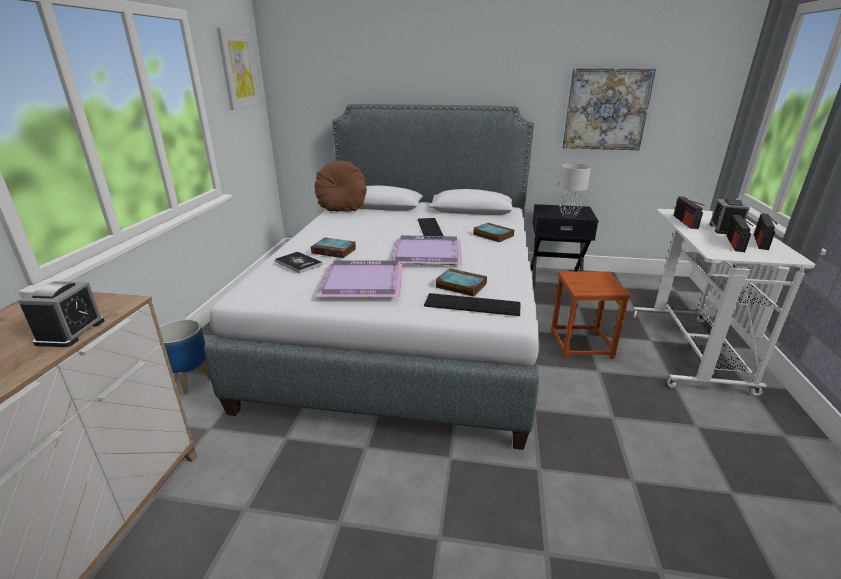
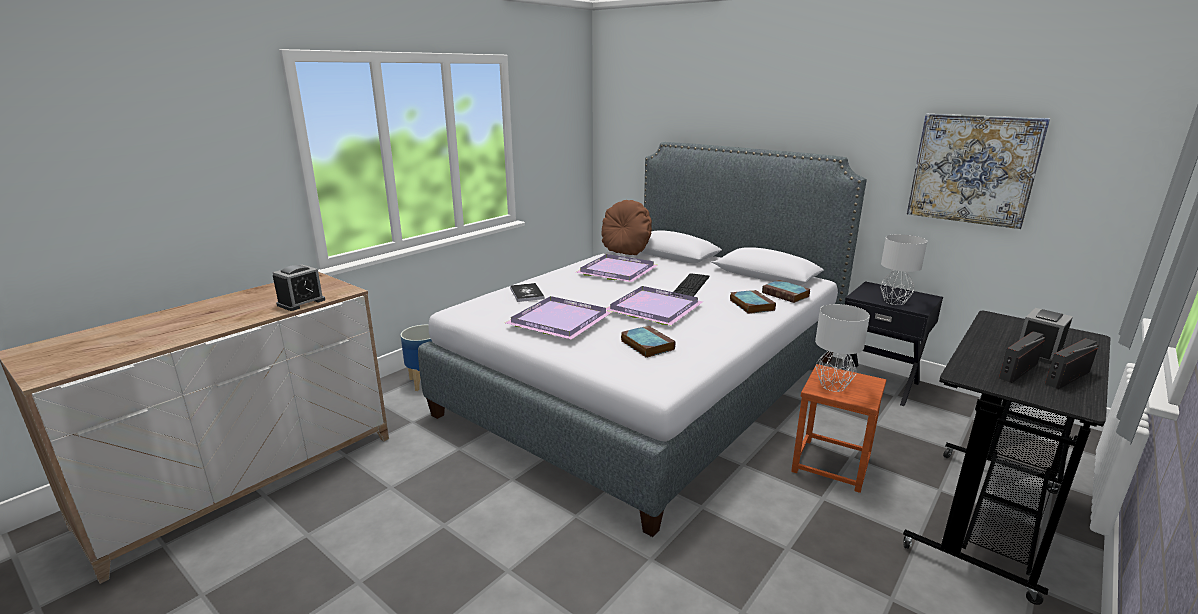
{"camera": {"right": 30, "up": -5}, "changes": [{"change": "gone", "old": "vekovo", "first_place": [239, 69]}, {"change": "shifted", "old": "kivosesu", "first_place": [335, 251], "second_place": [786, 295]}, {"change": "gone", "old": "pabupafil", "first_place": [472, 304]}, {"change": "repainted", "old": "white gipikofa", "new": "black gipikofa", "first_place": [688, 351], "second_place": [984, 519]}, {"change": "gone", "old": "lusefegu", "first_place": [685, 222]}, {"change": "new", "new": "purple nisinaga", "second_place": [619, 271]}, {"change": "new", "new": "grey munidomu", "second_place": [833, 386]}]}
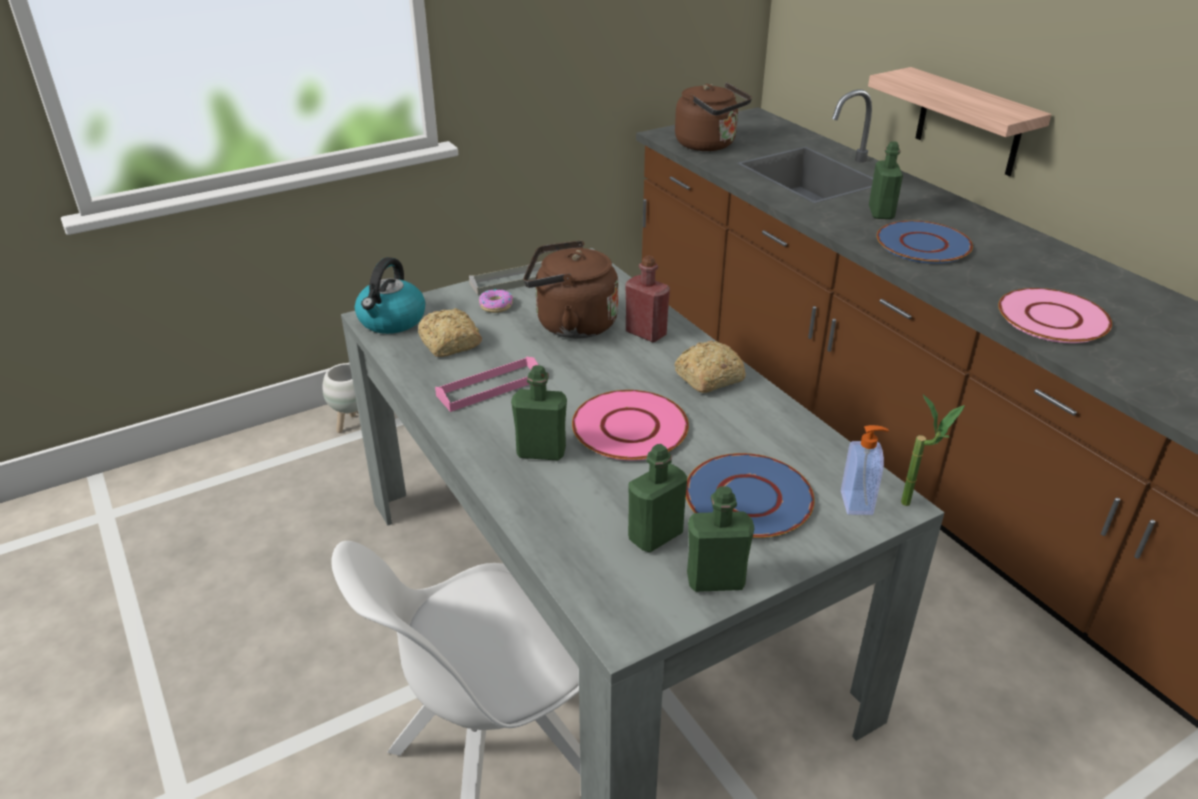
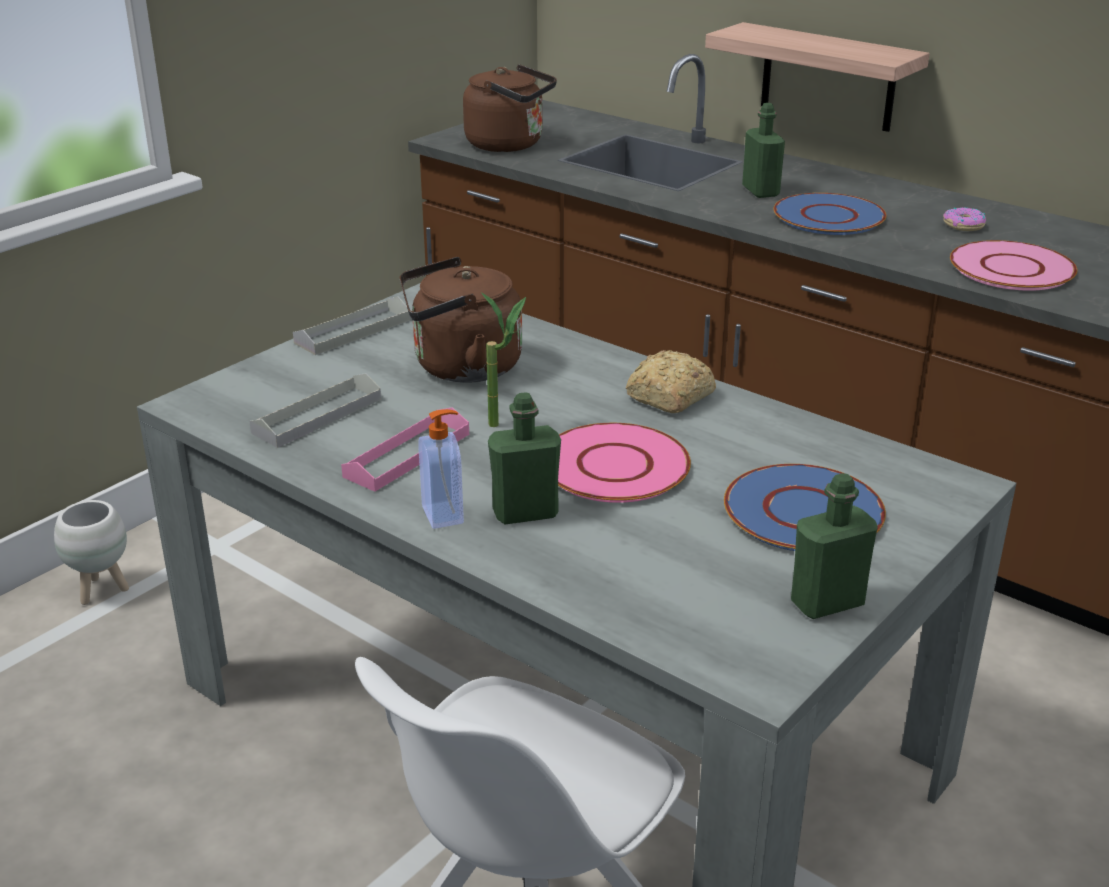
{"camera": {"right": -20, "up": -5}, "changes": [{"change": "gone", "old": "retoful", "first_place": [391, 321]}, {"change": "swapped", "old": "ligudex", "new": "grey nisinaga", "first_place": [449, 344], "second_place": [317, 416]}, {"change": "shifted", "old": "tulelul", "first_place": [495, 306], "second_place": [963, 225]}, {"change": "gone", "old": "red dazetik", "first_place": [646, 333]}, {"change": "gone", "old": "green dazetik", "first_place": [655, 536]}, {"change": "shifted", "old": "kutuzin", "first_place": [858, 503], "second_place": [444, 515]}, {"change": "shifted", "old": "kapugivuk", "first_place": [915, 505], "second_place": [504, 424]}]}
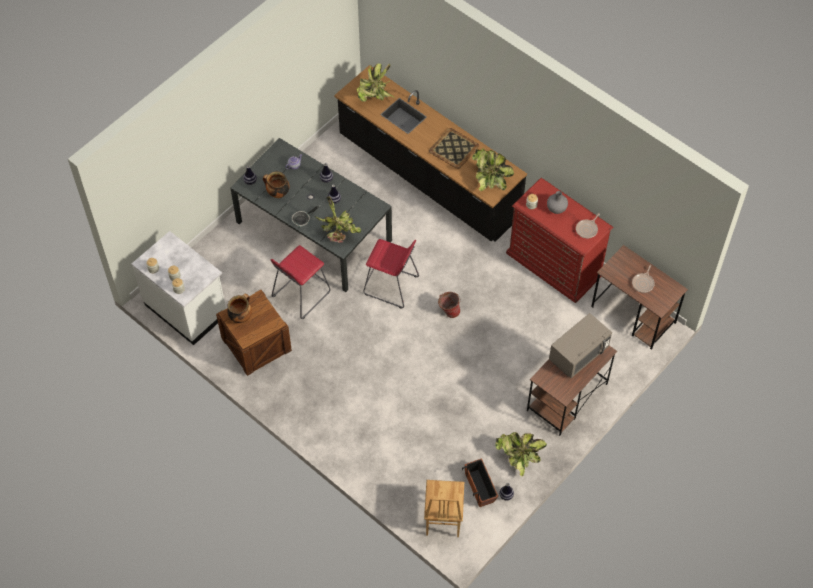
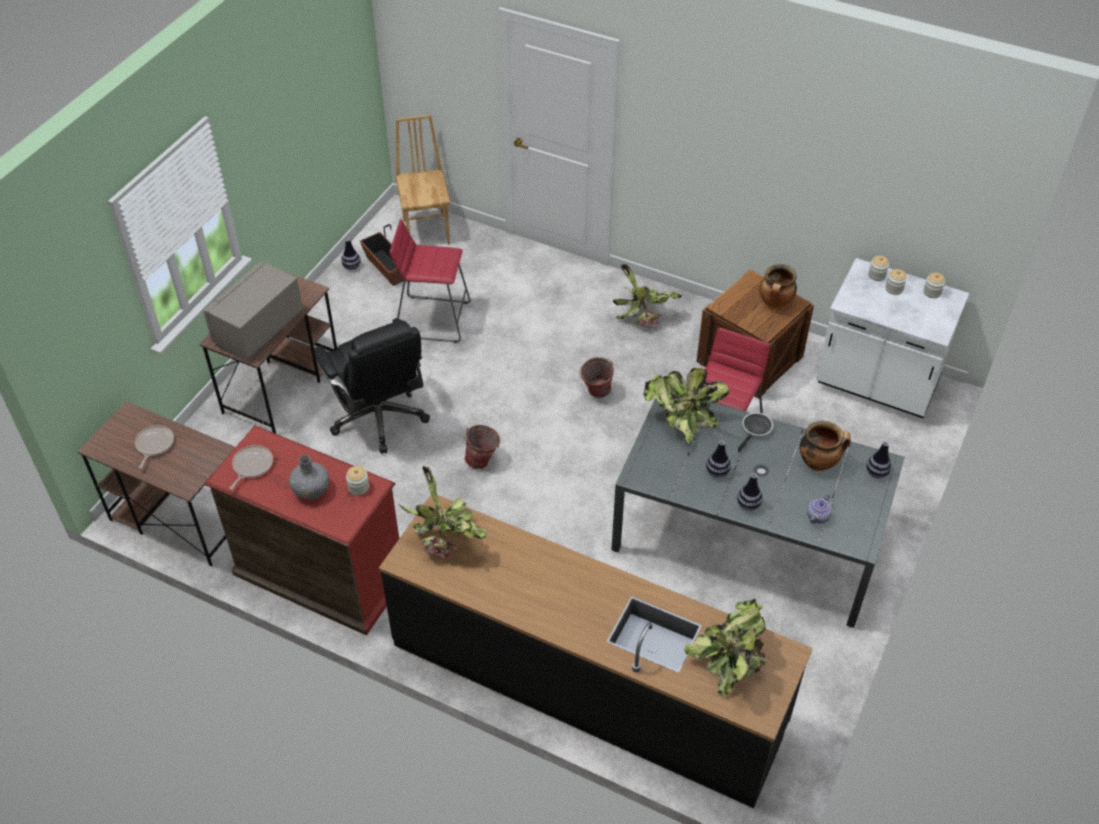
{"camera": {"right": 165, "up": -10}, "changes": [{"change": "shifted", "old": "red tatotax", "first_place": [391, 286], "second_place": [433, 319]}, {"change": "gone", "old": "nisinaga", "first_place": [453, 148]}, {"change": "shifted", "old": "kapugivuk", "first_place": [518, 458], "second_place": [644, 317]}, {"change": "new", "new": "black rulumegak", "second_place": [379, 416]}, {"change": "new", "new": "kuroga", "second_place": [595, 393]}]}
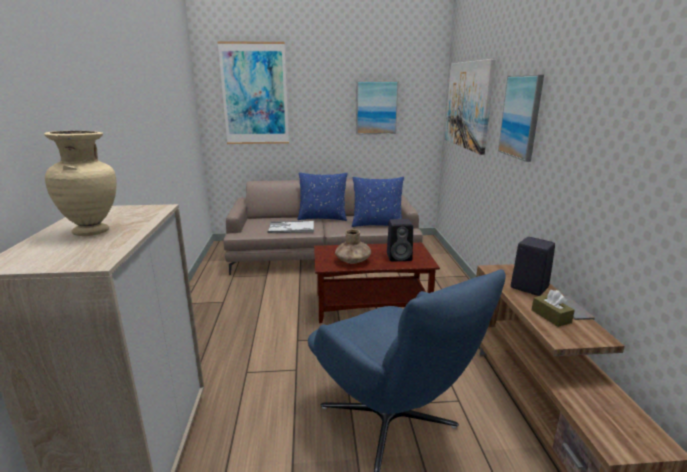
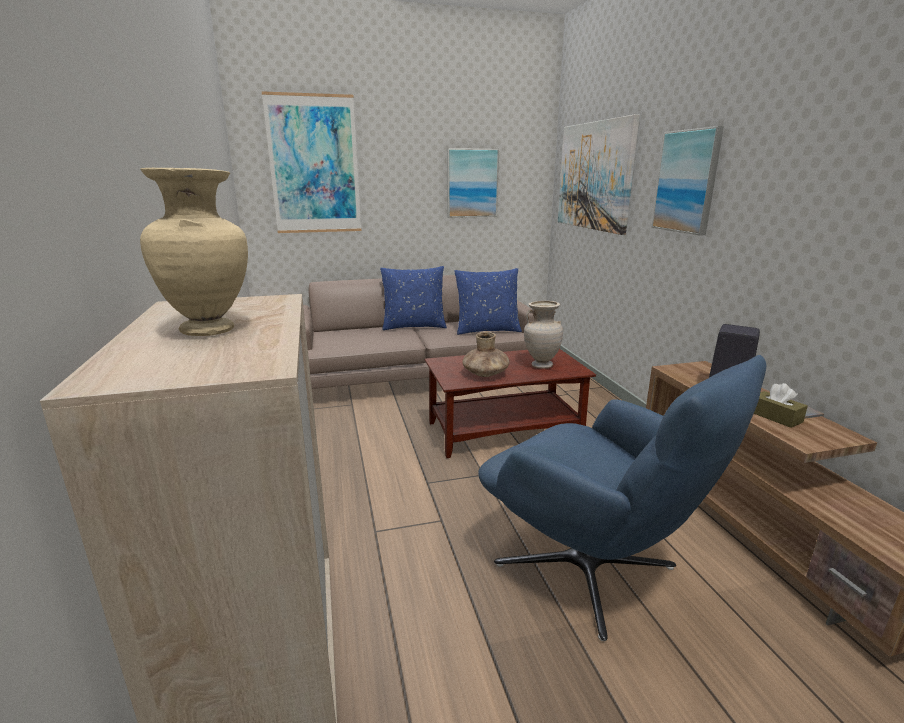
{"camera": {"right": -10, "up": 0}, "changes": [{"change": "gone", "old": "nisinaga", "first_place": [291, 228]}, {"change": "swapped", "old": "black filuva", "new": "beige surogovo", "first_place": [400, 257], "second_place": [541, 365]}]}
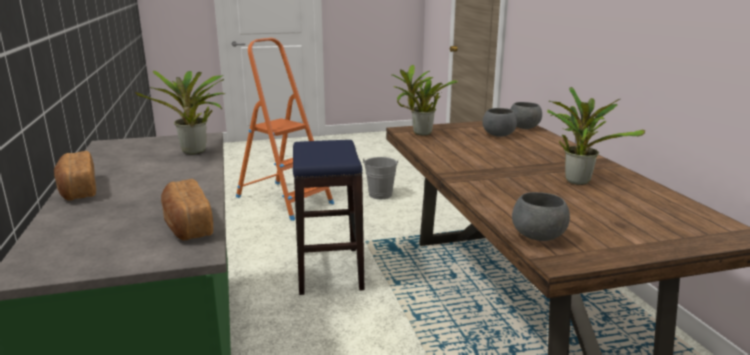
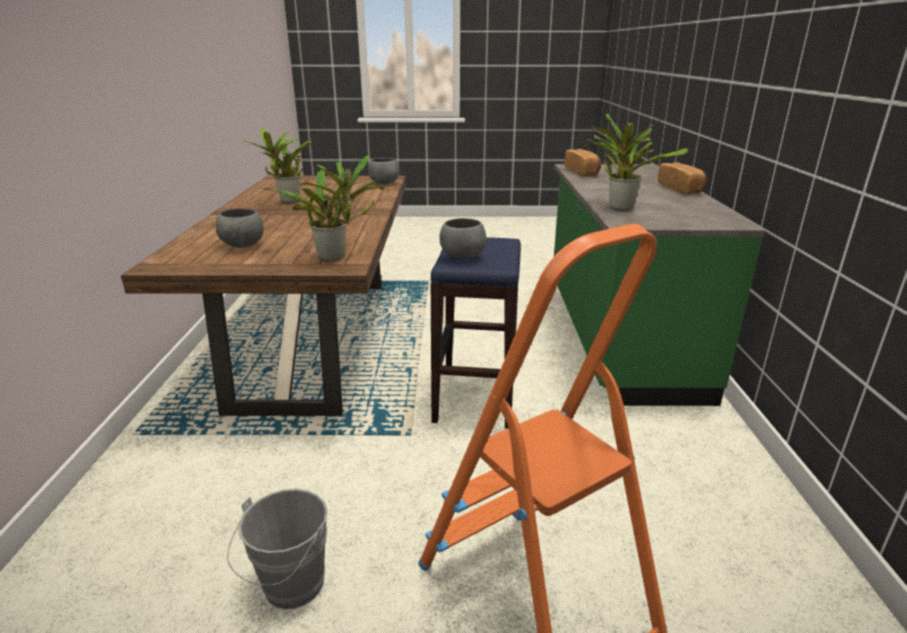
{"camera": {"right": -165, "up": 5}, "changes": [{"change": "shifted", "old": "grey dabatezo", "first_place": [524, 128], "second_place": [463, 257]}]}
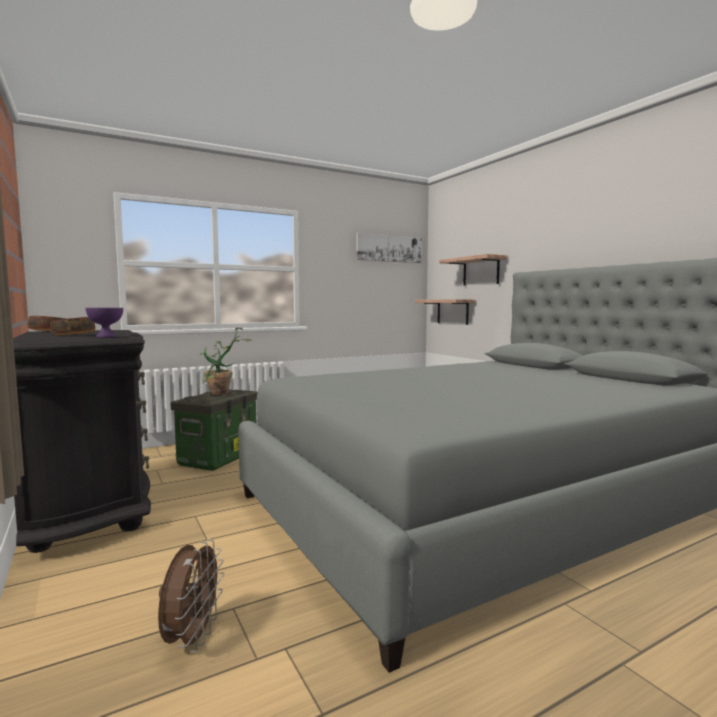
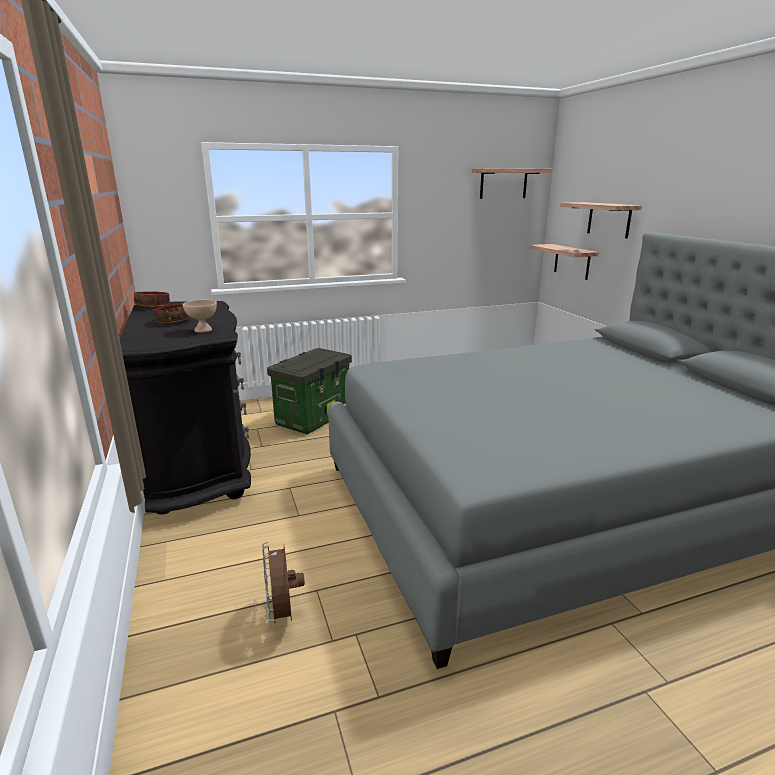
{"camera": {"right": 10, "up": 15}, "changes": [{"change": "repainted", "old": "purple dabatezo", "new": "beige dabatezo", "first_place": [106, 337], "second_place": [203, 330]}, {"change": "rotated", "old": "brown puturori", "first_place": [192, 639], "second_place": [283, 615], "degrees": 150}, {"change": "gone", "old": "kapugivuk", "first_place": [221, 393]}, {"change": "swapped", "old": "vekovo", "new": "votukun", "first_place": [389, 248], "second_place": [503, 183]}]}
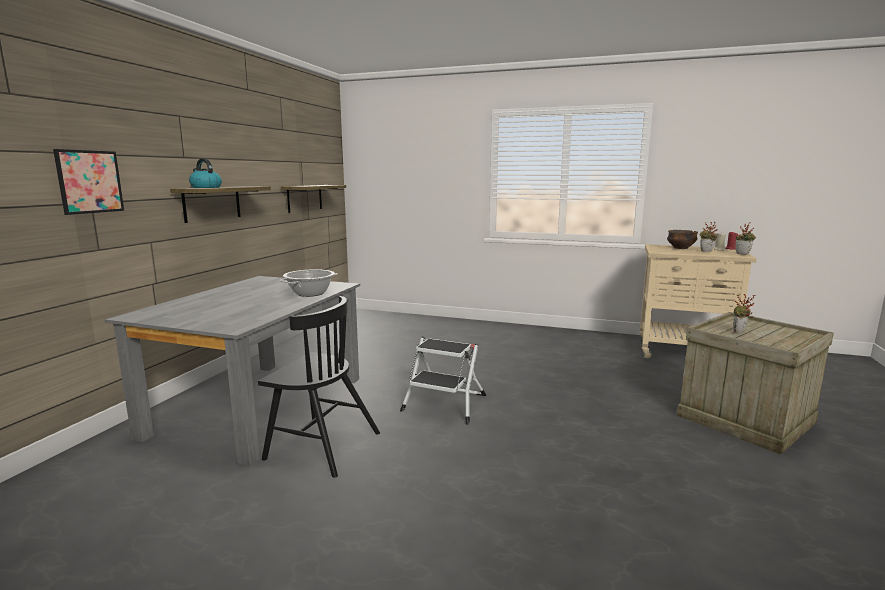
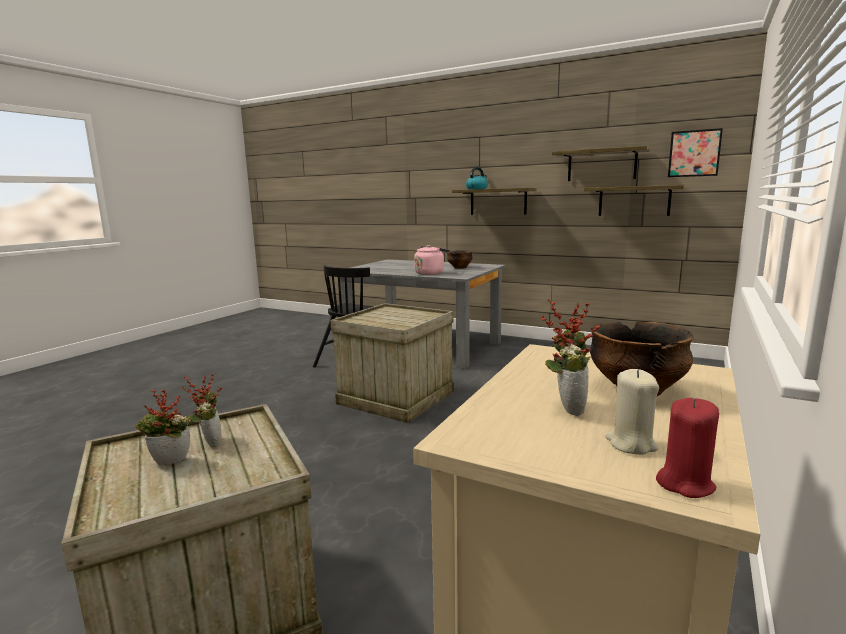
{"camera": {"right": 100, "up": 0}, "changes": [{"change": "shifted", "old": "vekovo", "first_place": [90, 181], "second_place": [694, 153]}, {"change": "swapped", "old": "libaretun", "new": "pink retoful", "first_place": [310, 293], "second_place": [430, 273]}, {"change": "swapped", "old": "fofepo", "new": "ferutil", "first_place": [445, 404], "second_place": [396, 398]}, {"change": "shifted", "old": "kapugivuk", "first_place": [743, 254], "second_place": [169, 463]}, {"change": "new", "new": "dabatezo", "second_place": [460, 268]}, {"change": "new", "new": "votukun", "second_place": [601, 165]}]}
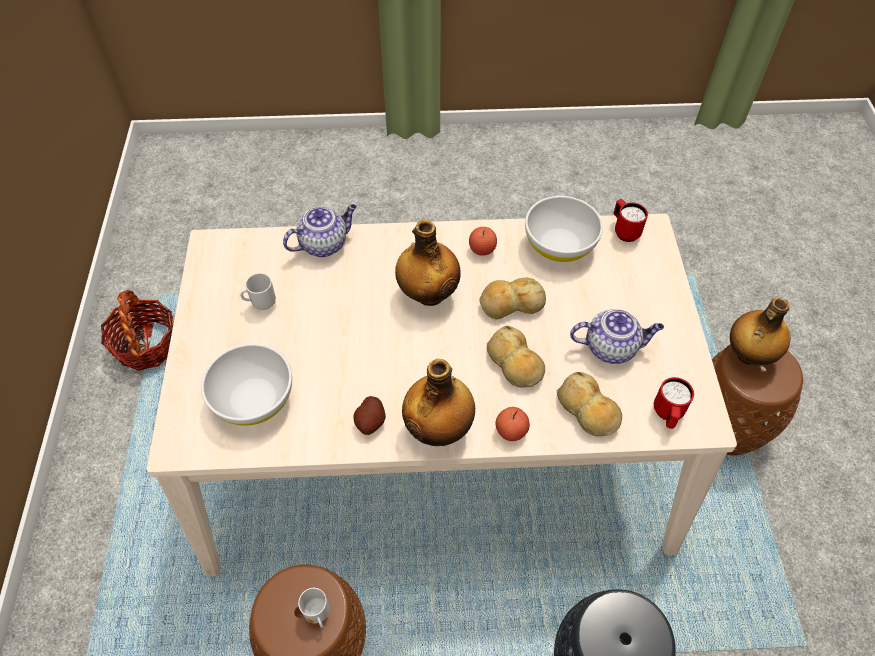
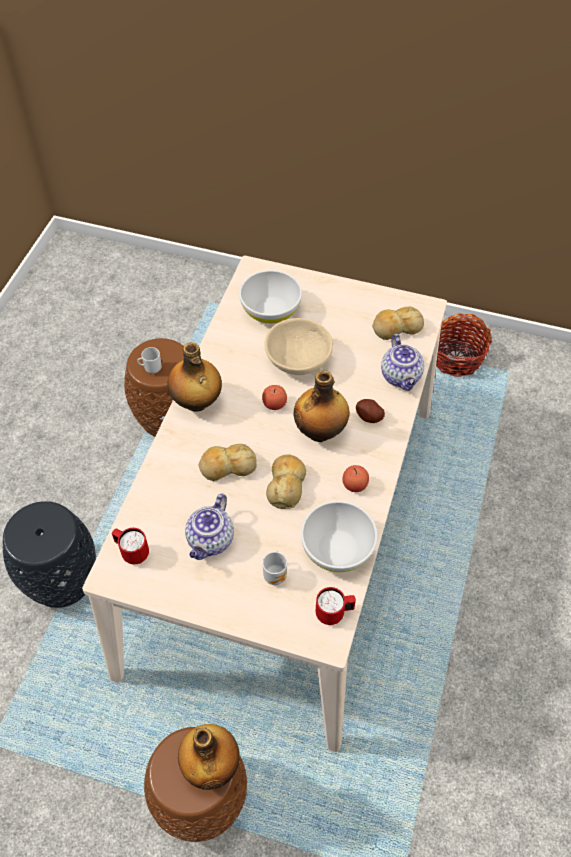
{"camera": {"right": 110, "up": 0}, "changes": [{"change": "shifted", "old": "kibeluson", "first_place": [262, 303], "second_place": [276, 575]}, {"change": "shifted", "old": "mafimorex", "first_place": [370, 421], "second_place": [369, 417]}, {"change": "shifted", "old": "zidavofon", "first_place": [511, 431], "second_place": [274, 404]}, {"change": "shifted", "old": "ligudex", "first_place": [588, 411], "second_place": [396, 328]}, {"change": "new", "new": "beige dabatezo", "second_place": [299, 360]}]}
